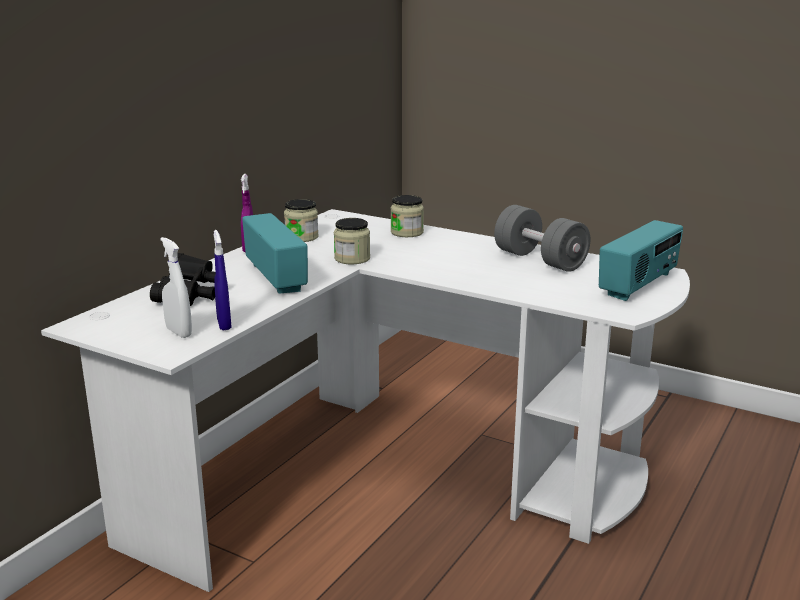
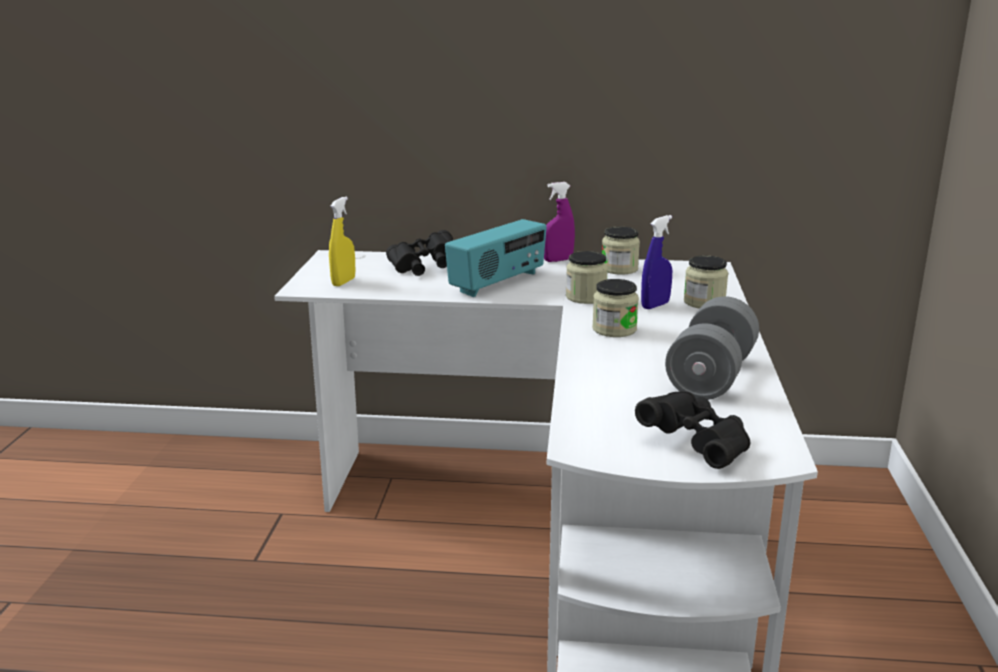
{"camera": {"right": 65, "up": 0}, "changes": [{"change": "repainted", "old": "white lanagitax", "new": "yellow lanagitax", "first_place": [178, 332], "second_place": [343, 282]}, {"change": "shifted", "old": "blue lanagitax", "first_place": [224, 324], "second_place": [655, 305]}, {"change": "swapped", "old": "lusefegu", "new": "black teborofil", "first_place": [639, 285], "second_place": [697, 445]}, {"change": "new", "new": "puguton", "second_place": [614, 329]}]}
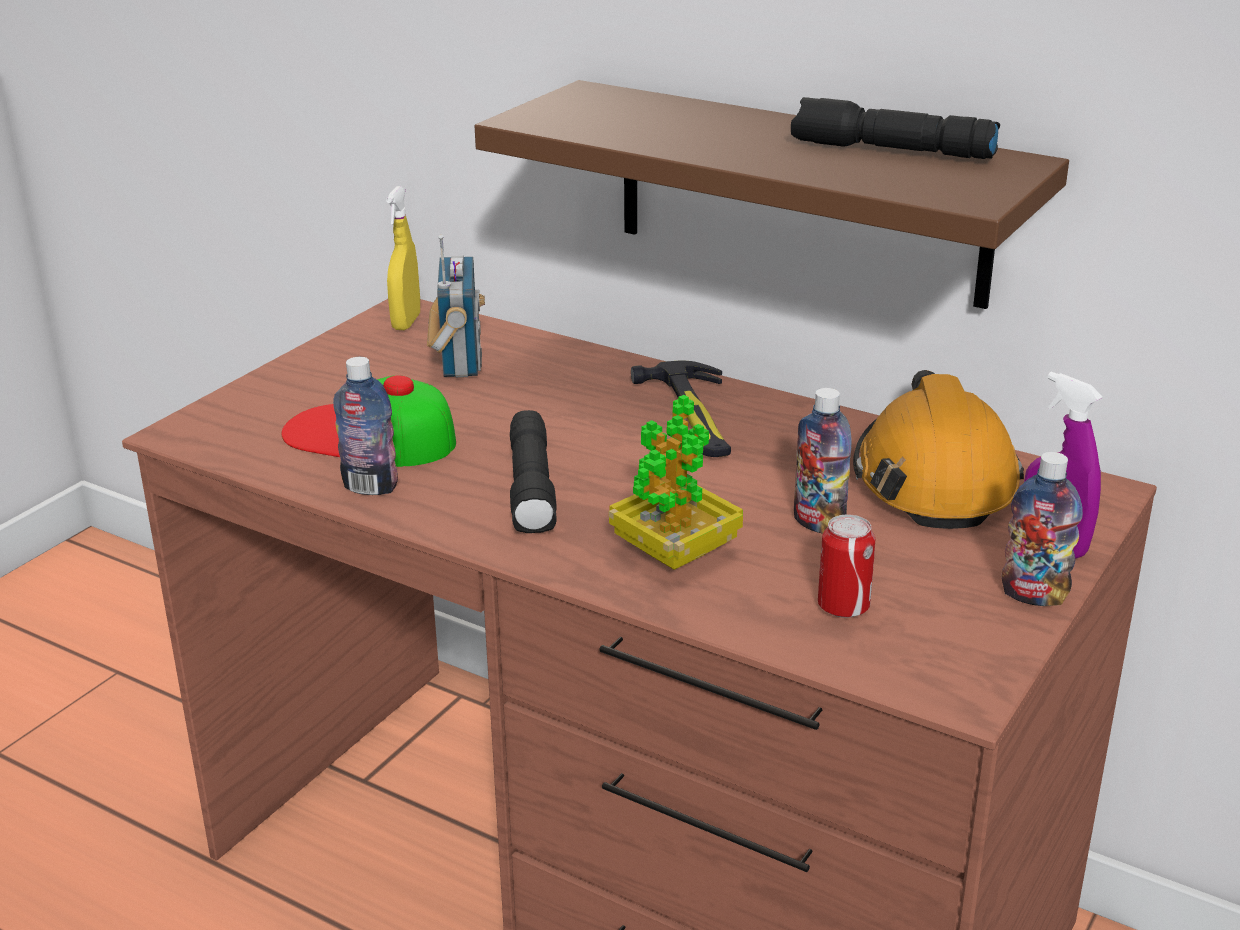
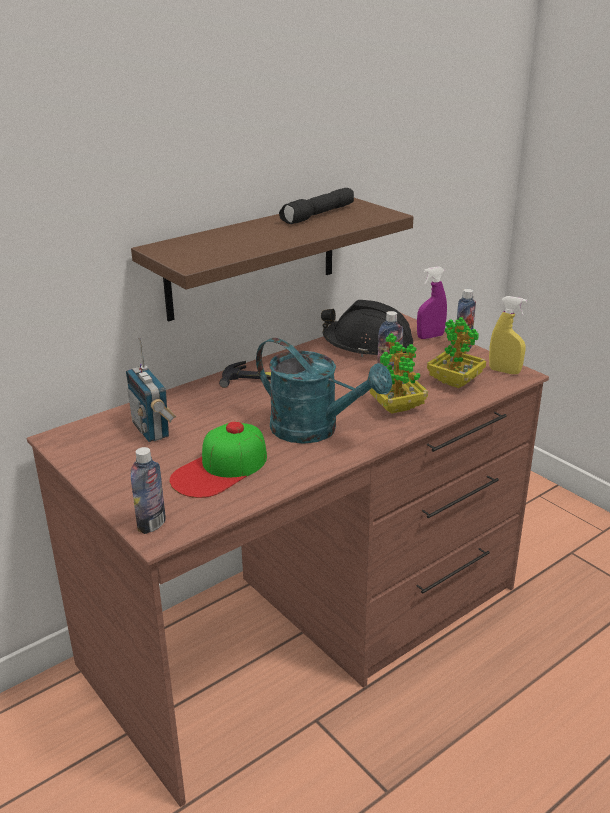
{"camera": {"right": -70, "up": 0}, "changes": [{"change": "shifted", "old": "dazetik", "first_place": [370, 487], "second_place": [151, 524]}, {"change": "shifted", "old": "yellow lanagitax", "first_place": [406, 322], "second_place": [504, 371]}, {"change": "rotated", "old": "lusefegu", "first_place": [459, 362], "second_place": [152, 430], "degrees": -135}, {"change": "swapped", "old": "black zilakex", "new": "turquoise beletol", "first_place": [533, 488], "second_place": [315, 430]}, {"change": "swapped", "old": "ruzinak", "new": "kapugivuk", "first_place": [843, 606], "second_place": [455, 382]}, {"change": "repainted", "old": "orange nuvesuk", "new": "black nuvesuk", "first_place": [934, 479], "second_place": [367, 344]}]}
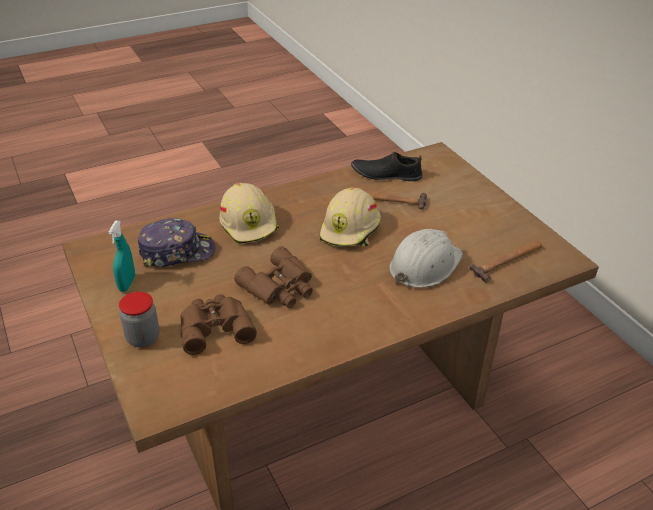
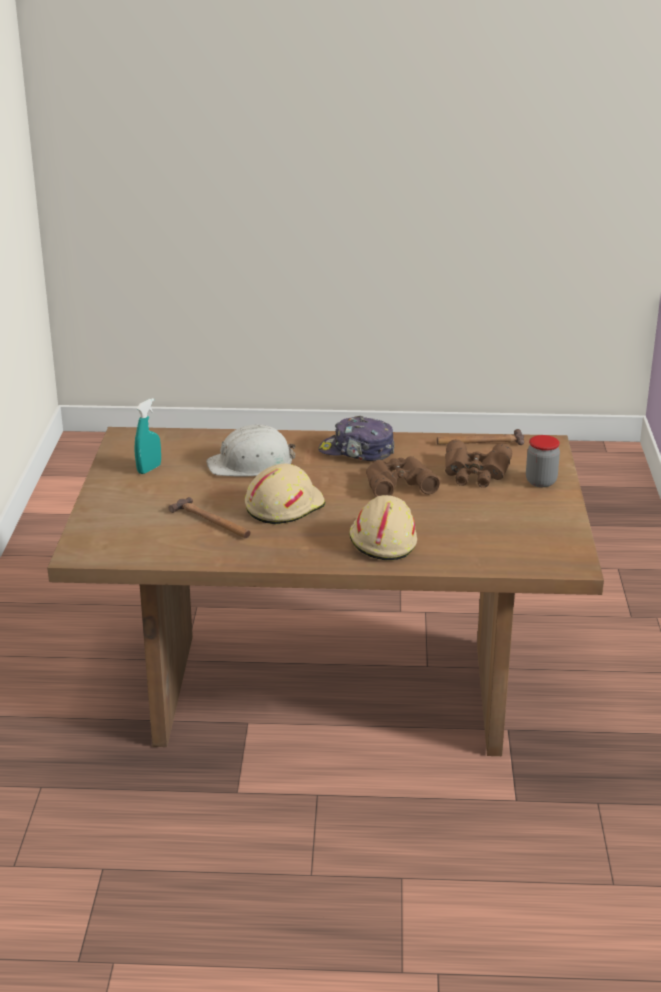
{"camera": {"right": -150, "up": -10}, "changes": [{"change": "shifted", "old": "turquoise lanagitax", "first_place": [127, 284], "second_place": [149, 469]}, {"change": "shifted", "old": "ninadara", "first_place": [177, 252], "second_place": [357, 451]}, {"change": "gone", "old": "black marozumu", "first_place": [386, 174]}, {"change": "shifted", "old": "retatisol", "first_place": [508, 262], "second_place": [480, 442]}]}
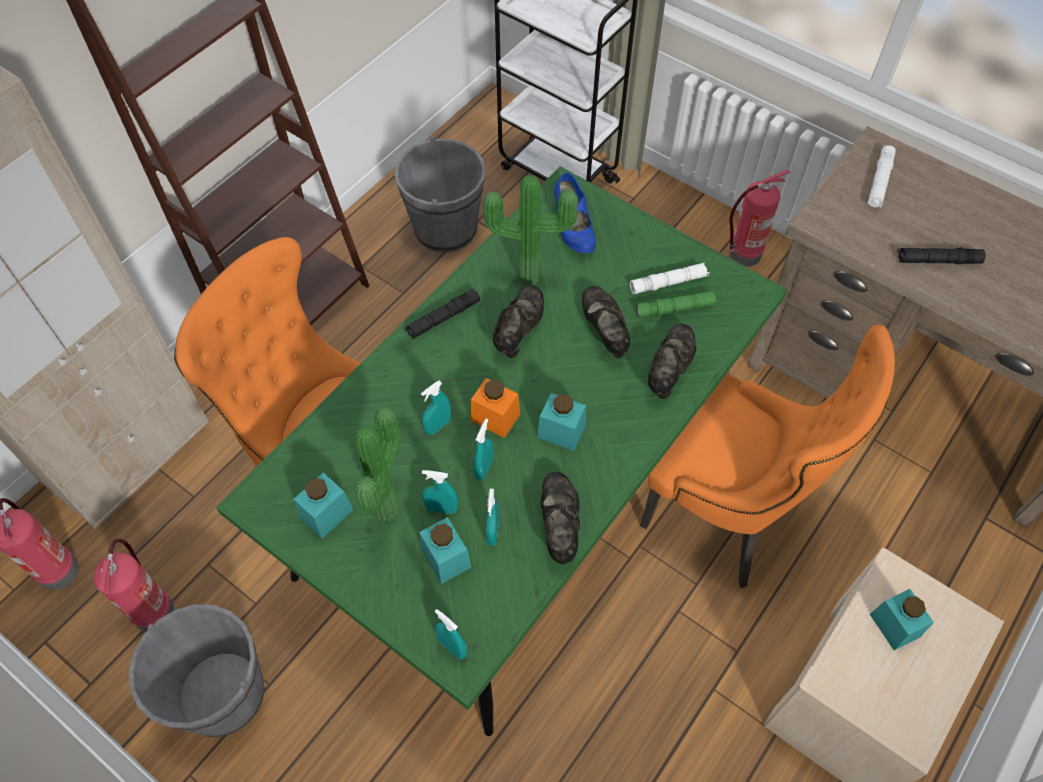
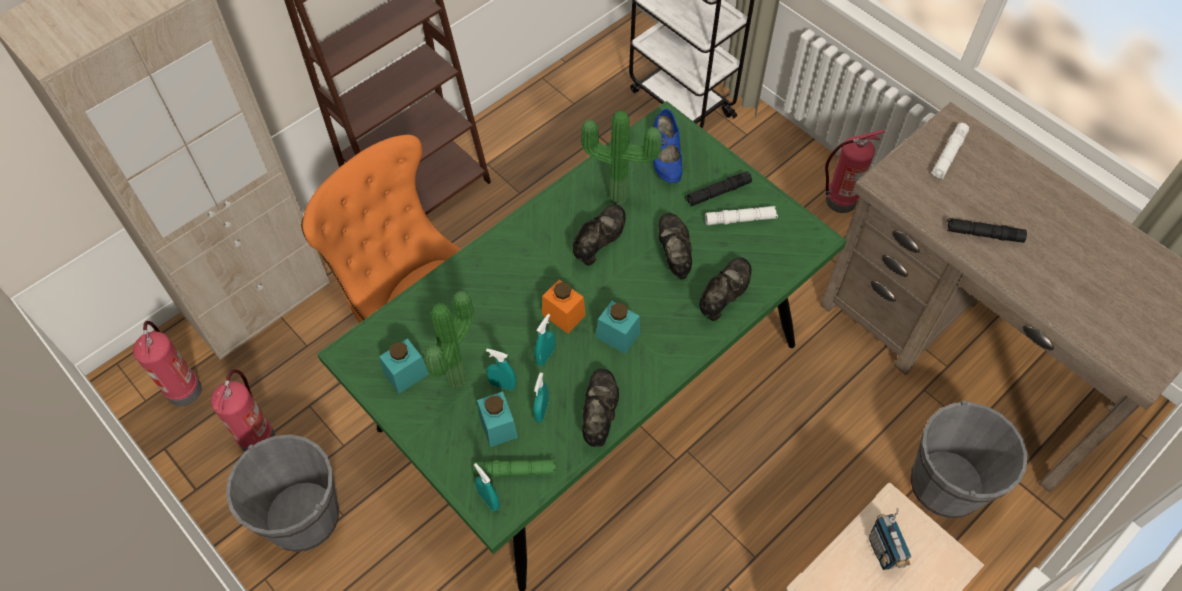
{"camera": {"right": 10, "up": 0}, "changes": [{"change": "shifted", "old": "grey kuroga", "first_place": [445, 229], "second_place": [945, 485]}, {"change": "shifted", "old": "black zilakex", "first_place": [443, 318], "second_place": [717, 192]}, {"change": "gone", "old": "turquoise lanagitax", "first_place": [438, 426]}, {"change": "shifted", "old": "green zilakex", "first_place": [675, 308], "second_place": [515, 471]}, {"change": "gone", "old": "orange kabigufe", "first_place": [727, 510]}, {"change": "swapped", "old": "turquoise puguton", "new": "lusefegu", "first_place": [894, 625], "second_place": [883, 551]}]}
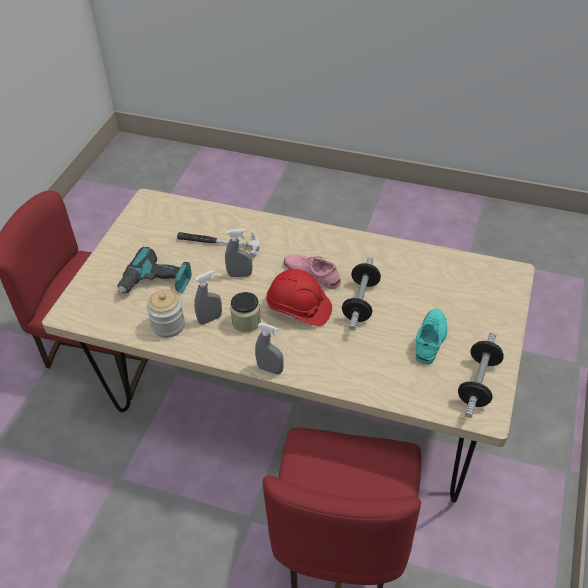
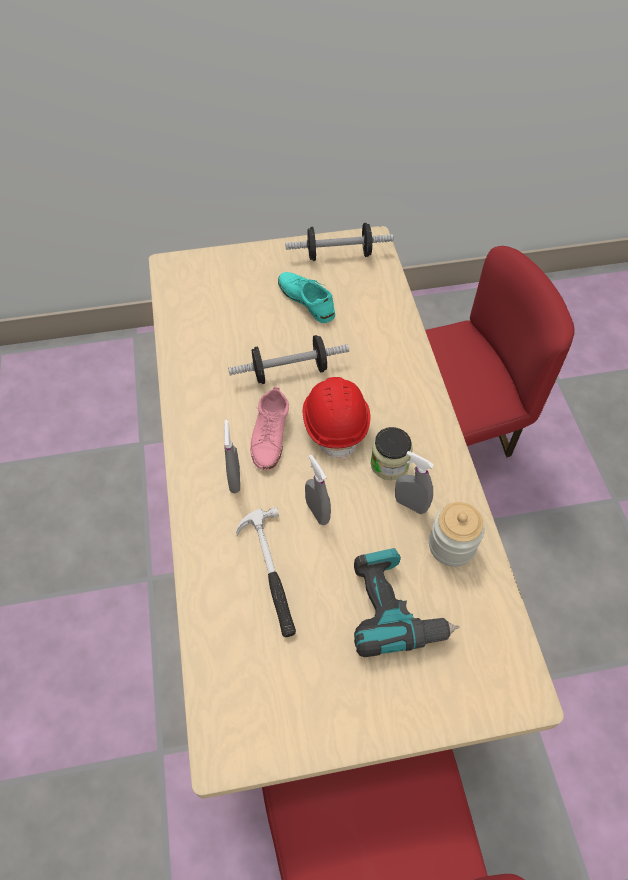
{"camera": {"right": -120, "up": 10}, "changes": [{"change": "shifted", "old": "grey lanagitax", "first_place": [270, 369], "second_place": [235, 480]}, {"change": "rotated", "old": "turquoise marozumu", "first_place": [430, 339], "second_place": [306, 300], "degrees": 60}]}
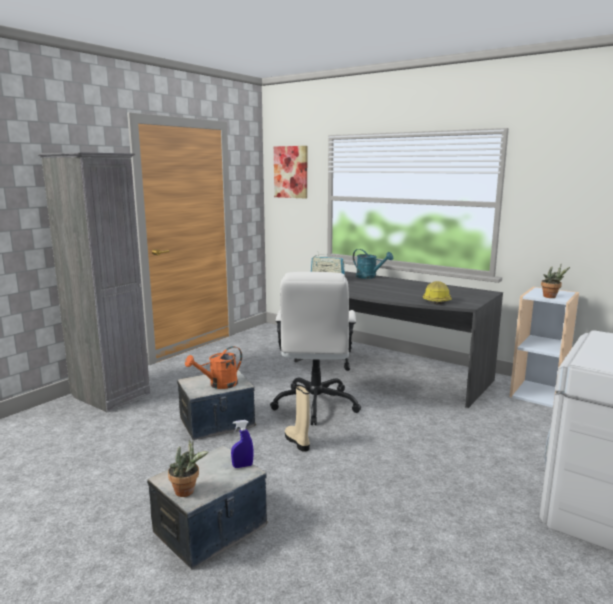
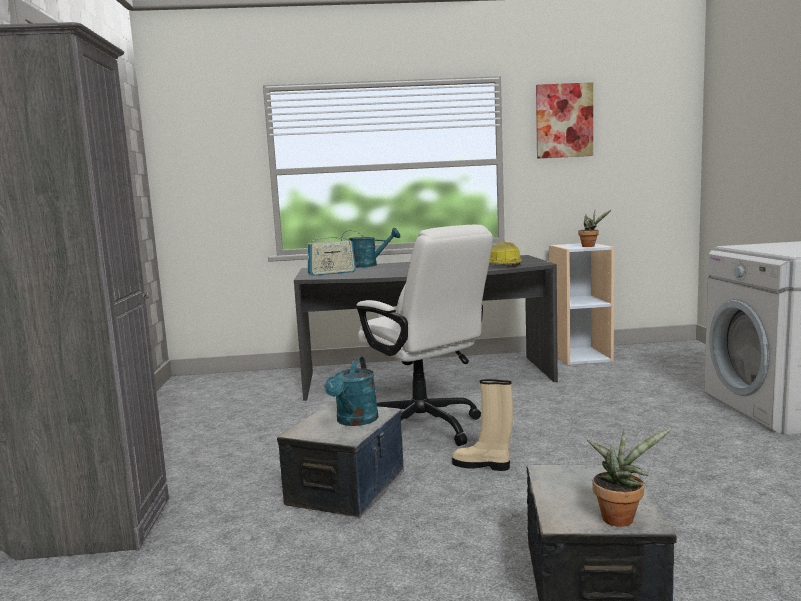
{"camera": {"right": -40, "up": -5}, "changes": [{"change": "repainted", "old": "orange beletol", "new": "turquoise beletol", "first_place": [218, 385], "second_place": [355, 421]}, {"change": "gone", "old": "blue lanagitax", "first_place": [242, 466]}, {"change": "shifted", "old": "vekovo", "first_place": [291, 172], "second_place": [564, 121]}]}
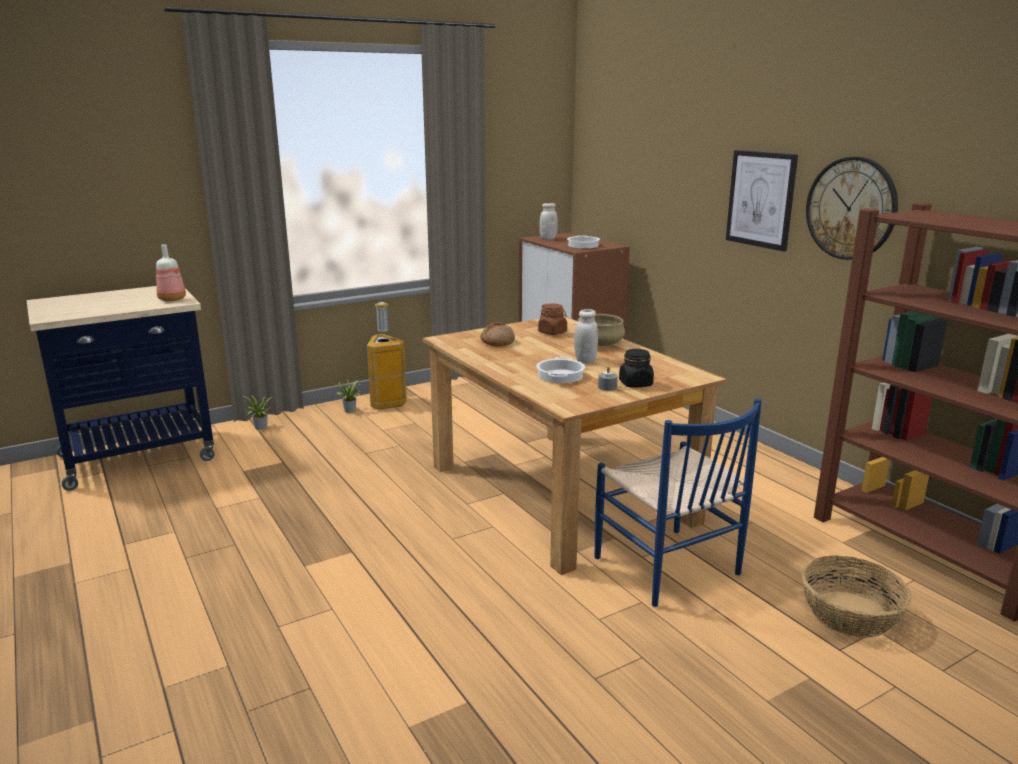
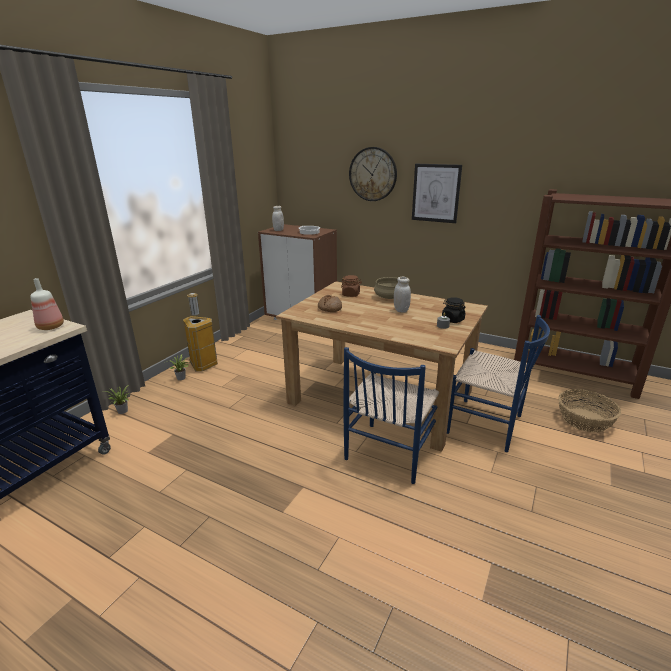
{"camera": {"right": -30, "up": 5}, "changes": [{"change": "gone", "old": "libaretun", "first_place": [560, 376]}, {"change": "shifted", "old": "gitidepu", "first_place": [851, 208], "second_place": [373, 174]}, {"change": "new", "new": "blue kabigufe", "second_place": [388, 454]}]}
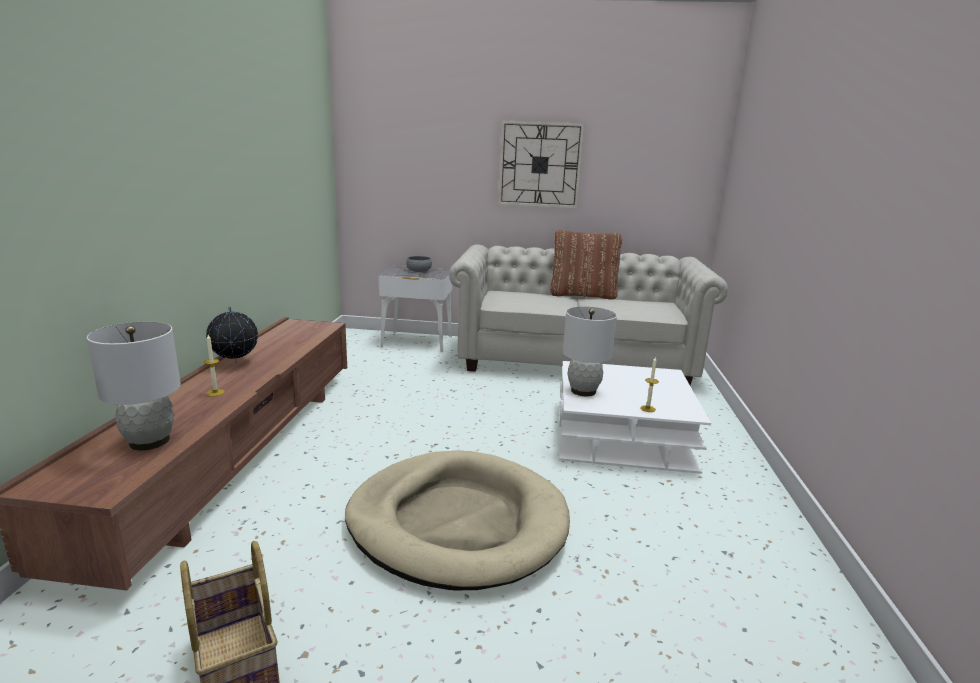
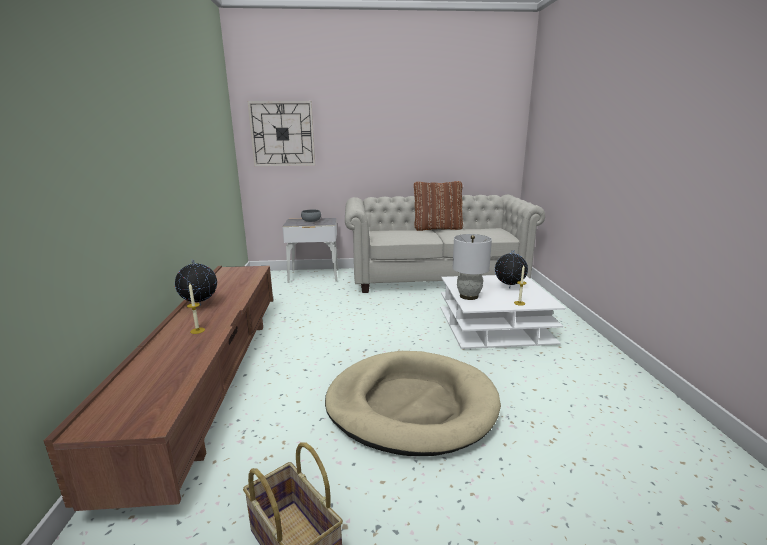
{"camera": {"right": -10, "up": 0}, "changes": [{"change": "gone", "old": "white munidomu", "first_place": [149, 441]}, {"change": "shifted", "old": "gitidepu", "first_place": [540, 165], "second_place": [282, 134]}, {"change": "new", "new": "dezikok", "second_place": [509, 288]}]}
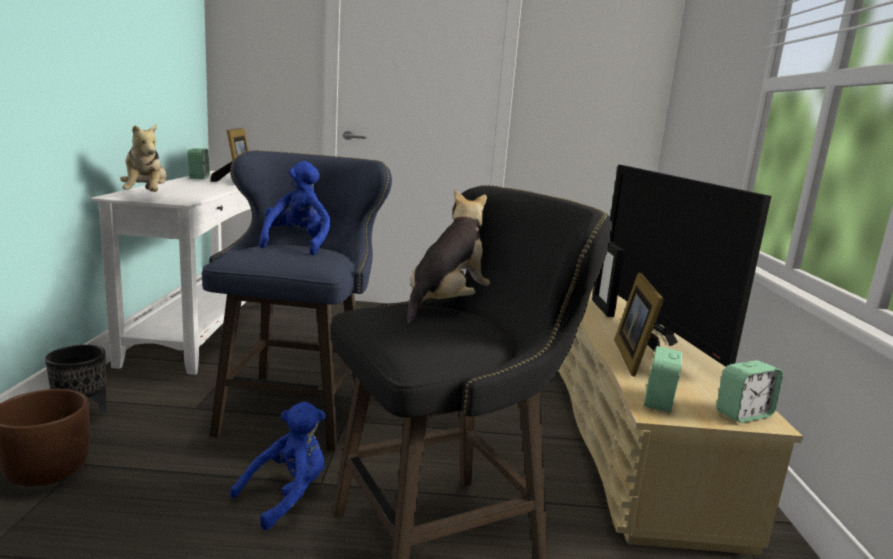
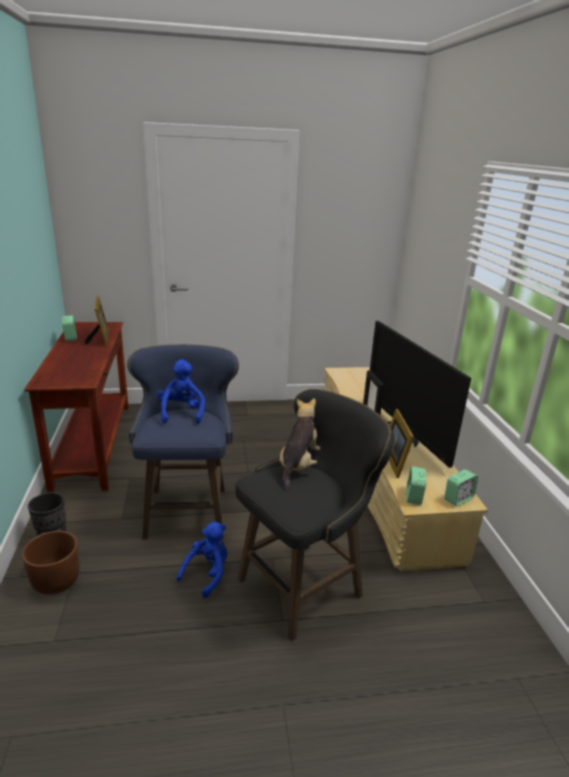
{"camera": {"right": -10, "up": 10}, "changes": [{"change": "repainted", "old": "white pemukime", "new": "brown pemukime", "first_place": [206, 326], "second_place": [93, 444]}, {"change": "gone", "old": "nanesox", "first_place": [146, 196]}]}
